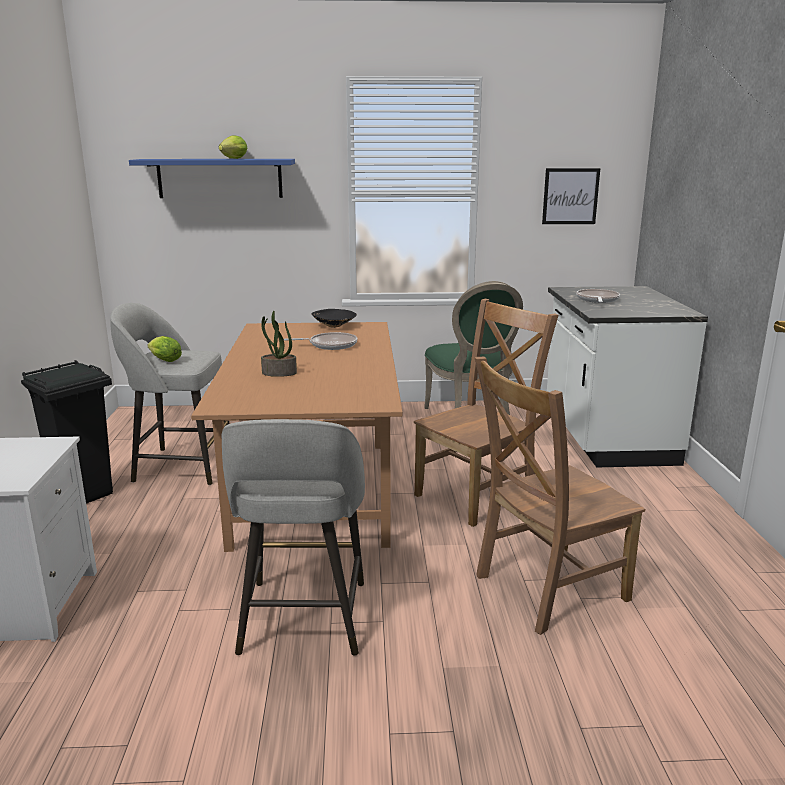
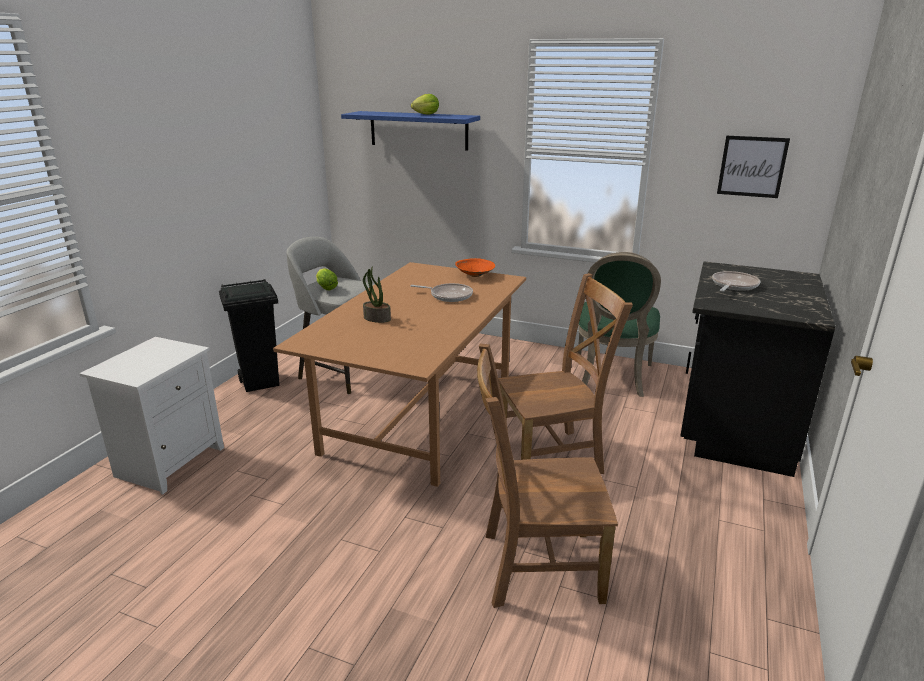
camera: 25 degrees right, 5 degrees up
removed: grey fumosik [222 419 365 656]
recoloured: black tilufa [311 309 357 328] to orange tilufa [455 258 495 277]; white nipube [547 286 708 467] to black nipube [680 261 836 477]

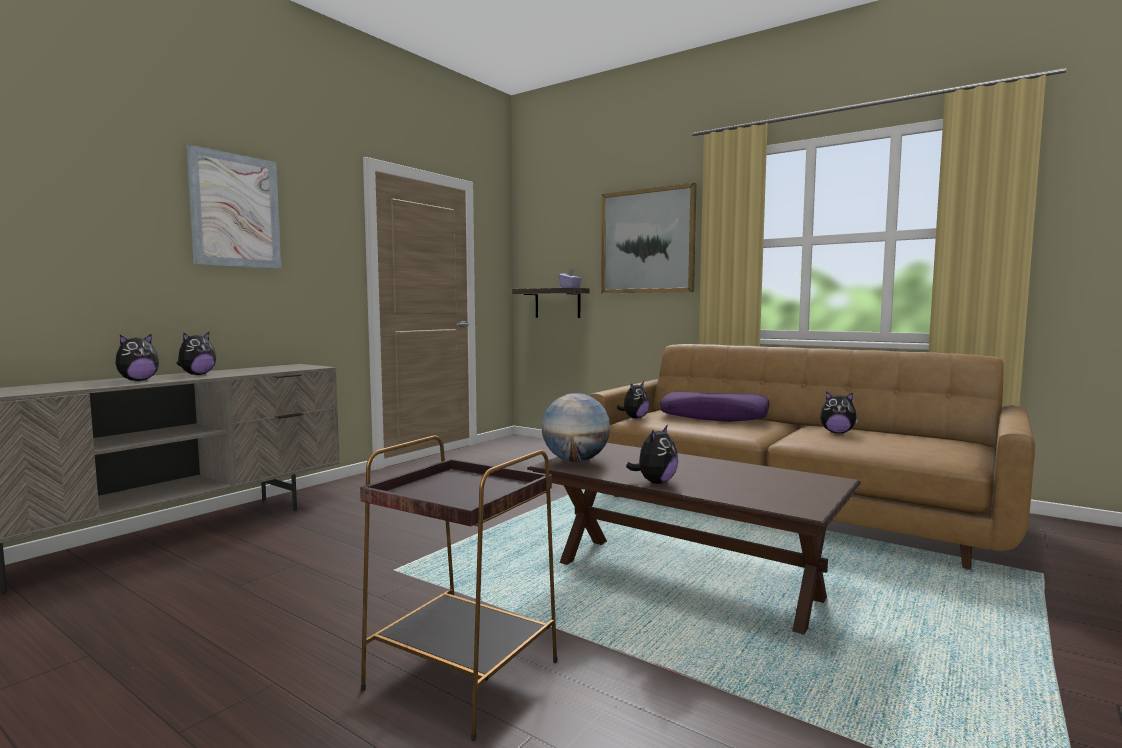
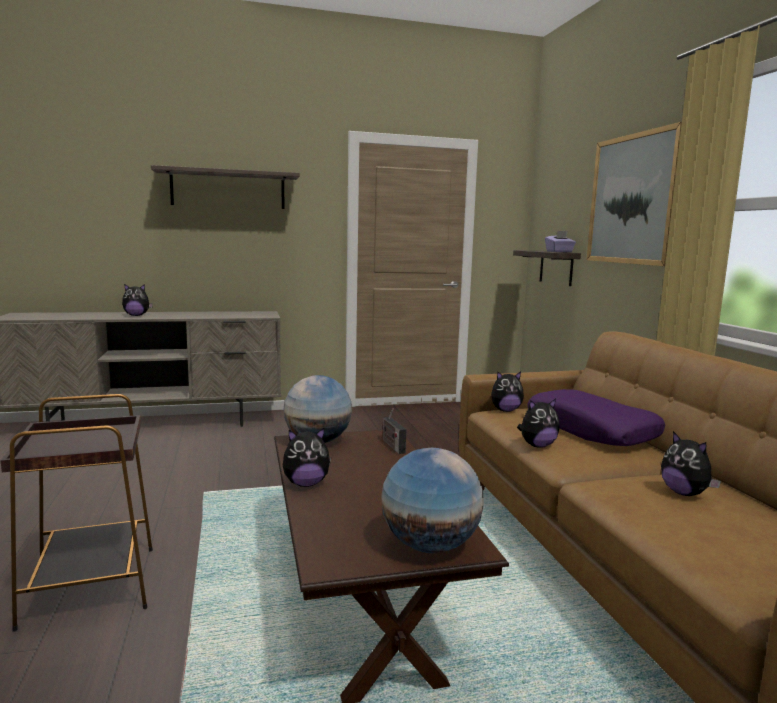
camera: 40 degrees right, 5 degrees up
added: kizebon [381 448 484 553]; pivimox [383 409 406 454]
moved: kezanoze [177 332 216 375] to [517 399 560 448]
replaced: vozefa [186 145 281 269] to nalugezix [151 165 300 209]

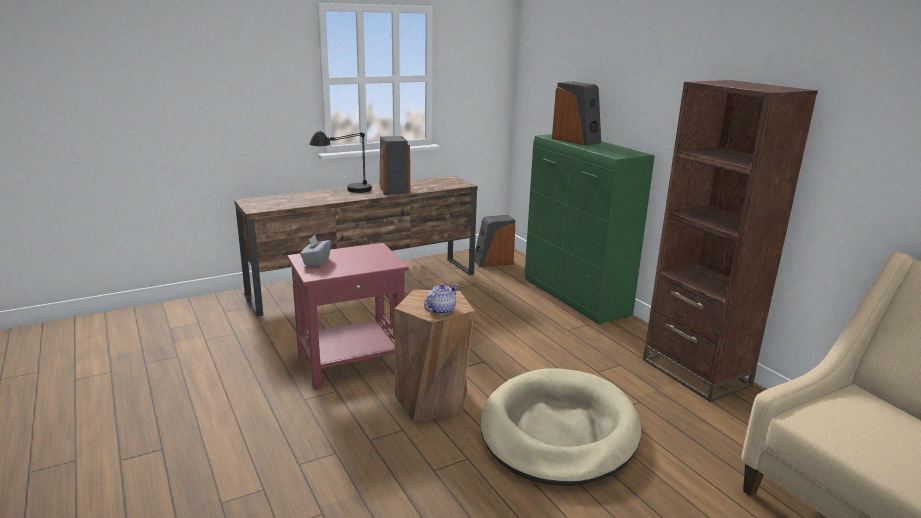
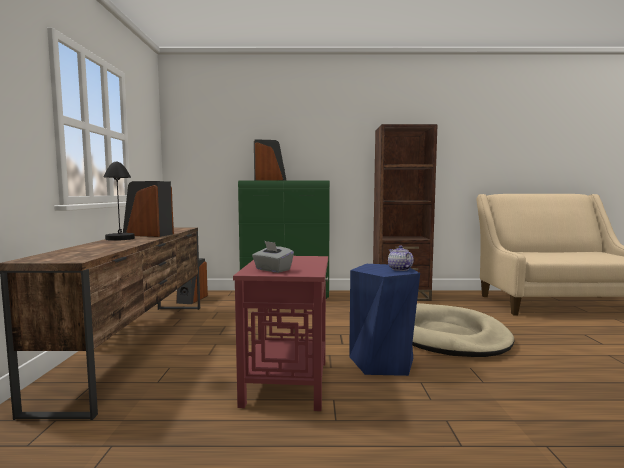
camera: 60 degrees left, 15 degrees down
recoloured: brown fumosik [394 290 475 421] to blue fumosik [349 264 420 376]

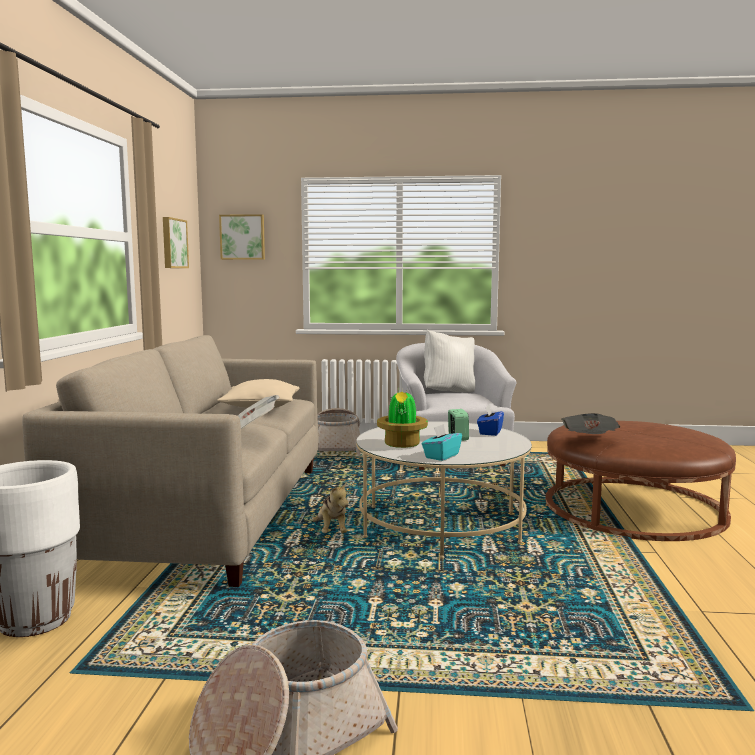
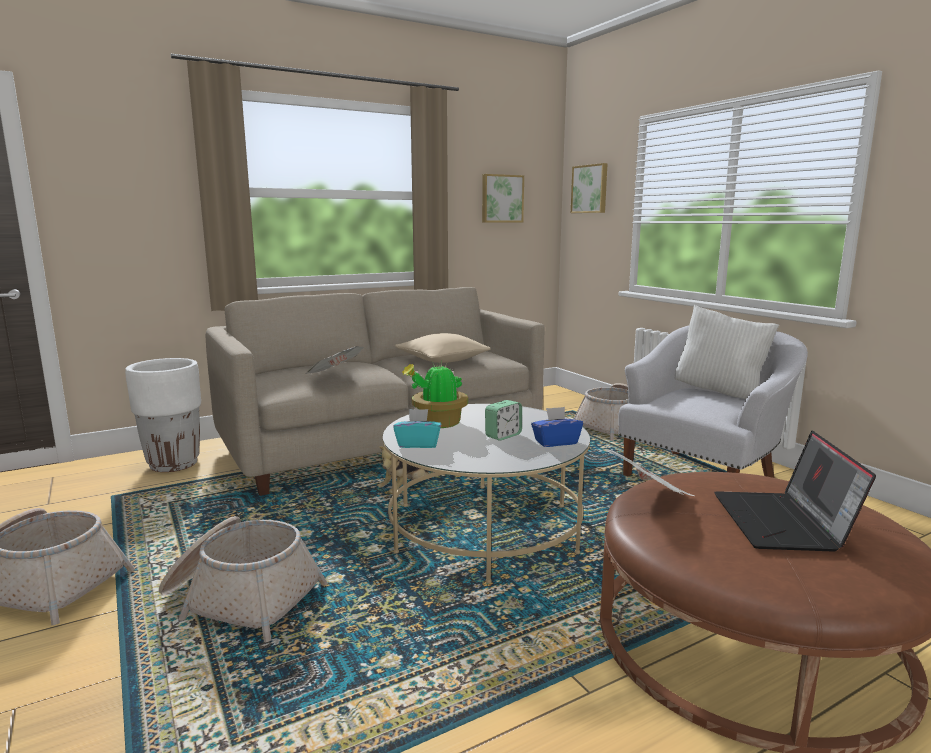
camera: 55 degrees right, 5 degrees up
added: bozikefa [159 516 328 642]; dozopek [714 431 876 552]

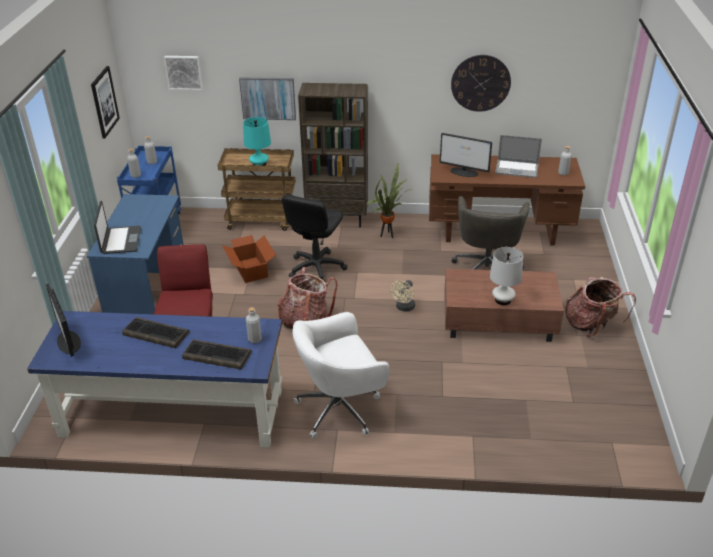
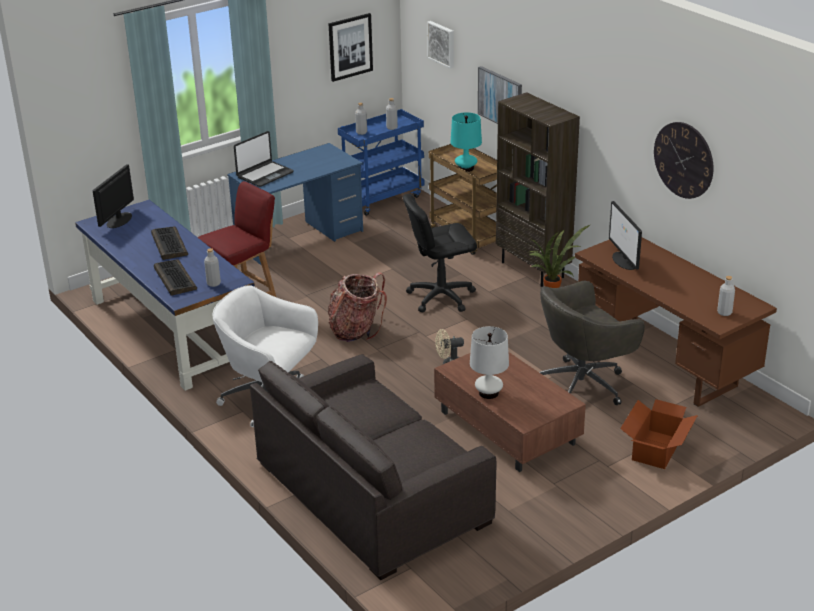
camera: 50 degrees right, 5 degrees down
removed: dozopek [495 135 542 178]; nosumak [565 277 636 337]
added: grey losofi [250 354 497 580]
moved: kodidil [222 235 276 283] to [620 399 698 469]

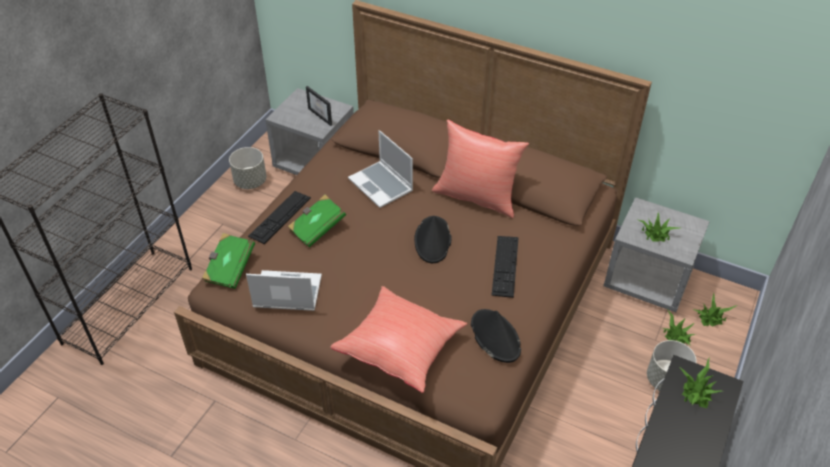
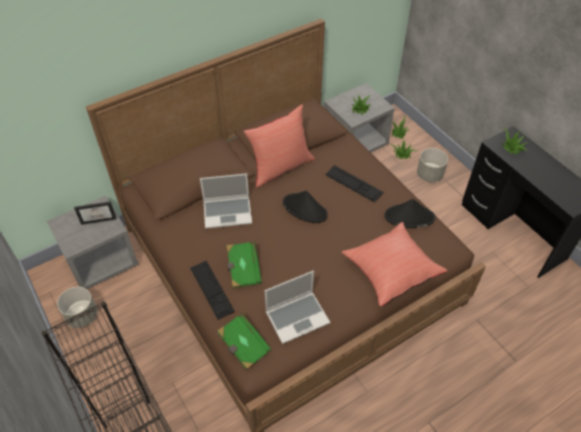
camera: 60 degrees left, 5 degrees up
turned: dozopek [246 270 322 311] = [265 271 330 344] 150 degrees counterclockwise

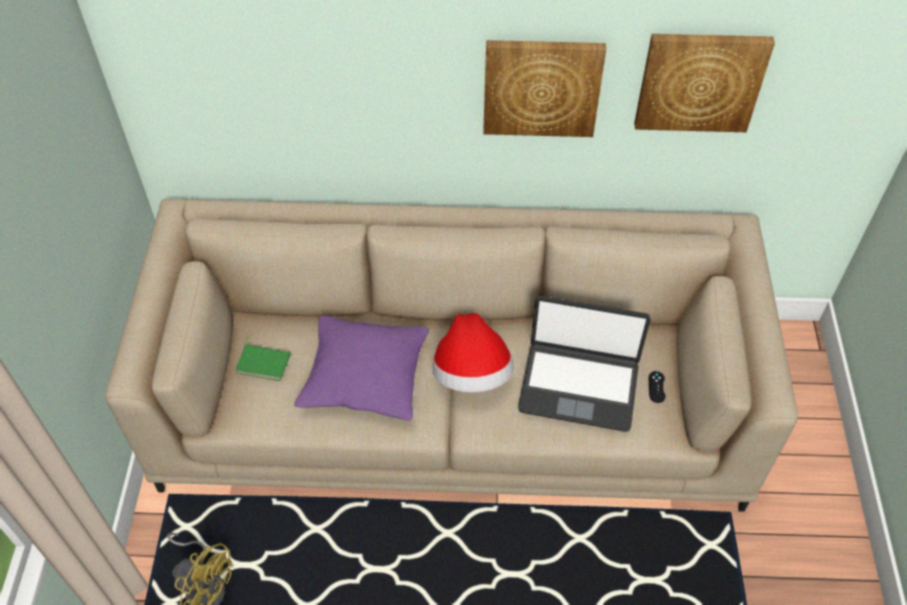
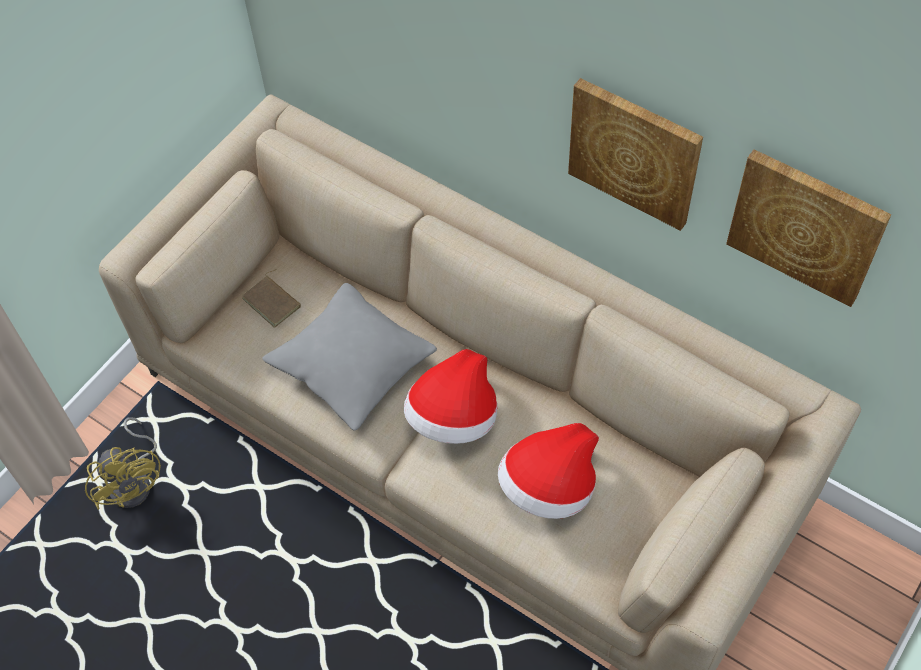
camera: 35 degrees right, 5 degrees up
removed: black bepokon [648 371 666 403]
replaced: dozopek [518 296 651 432] to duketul [498 423 599 519]
recoloured: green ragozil [236 336 290 381] to brown ragozil [242 269 301 328]; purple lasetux [294 315 429 421] to grey lasetux [262 283 437 431]

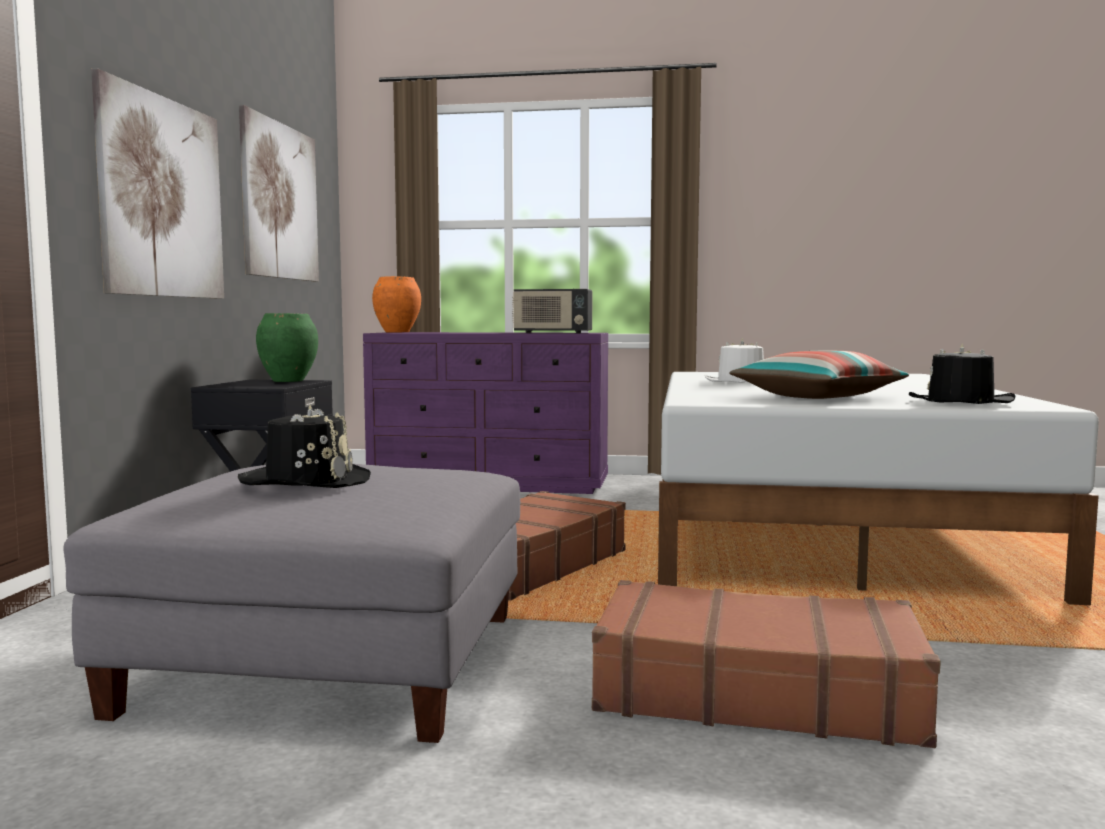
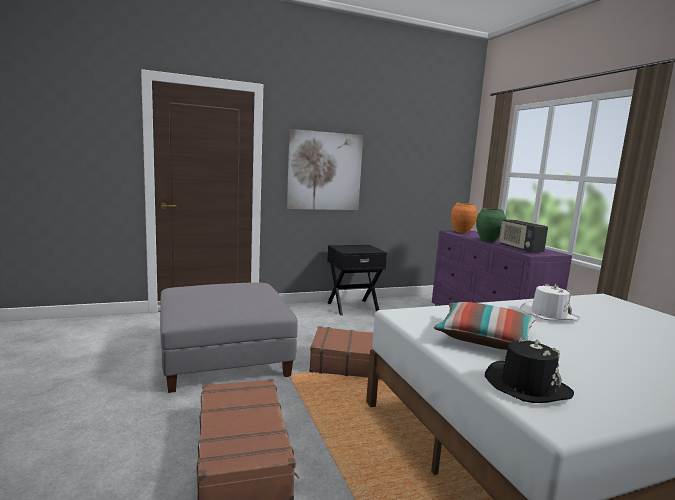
camera: 60 degrees right, 5 degrees up
removed: black duketul [238 405 371 488]; vozefa [239 105 319 282]
moved: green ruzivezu [256 313 318 382] to [476 208 506 242]

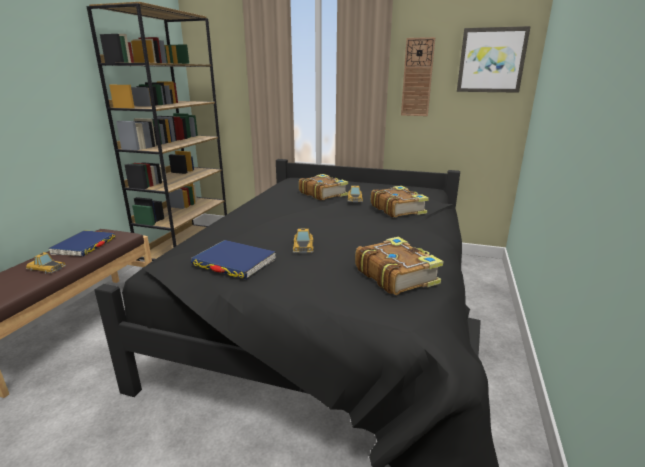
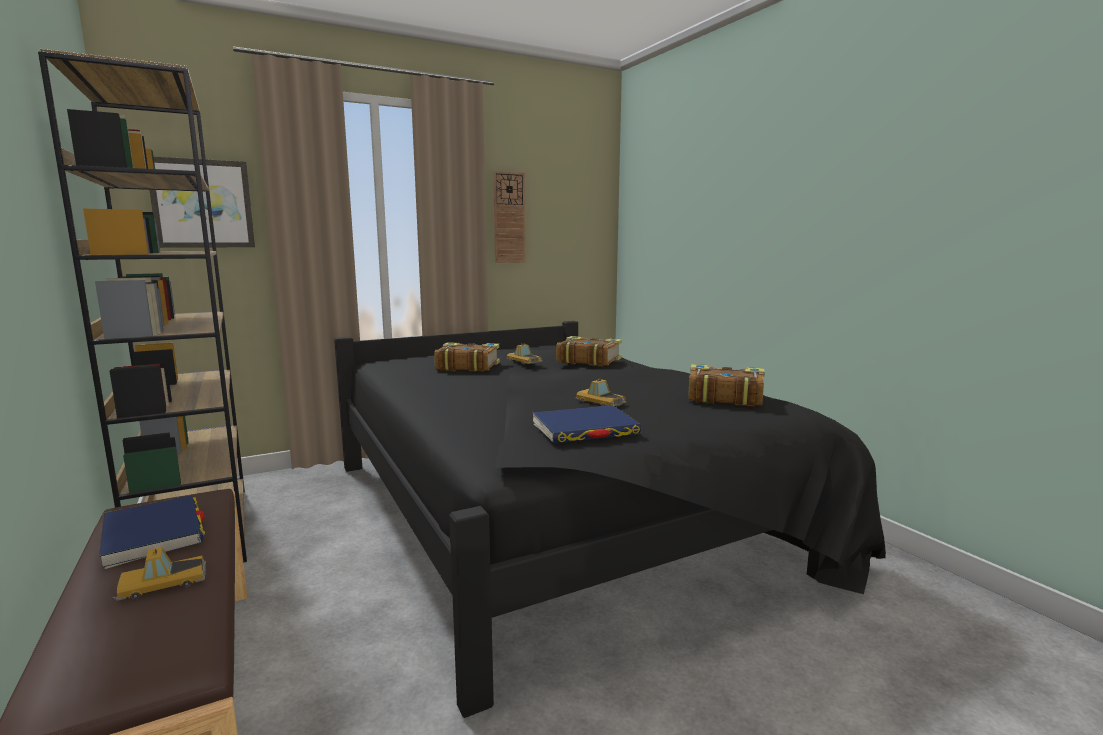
camera: 45 degrees left, 10 degrees down
moved: vozefa [457 26 531 93] to [150 157 255 248]

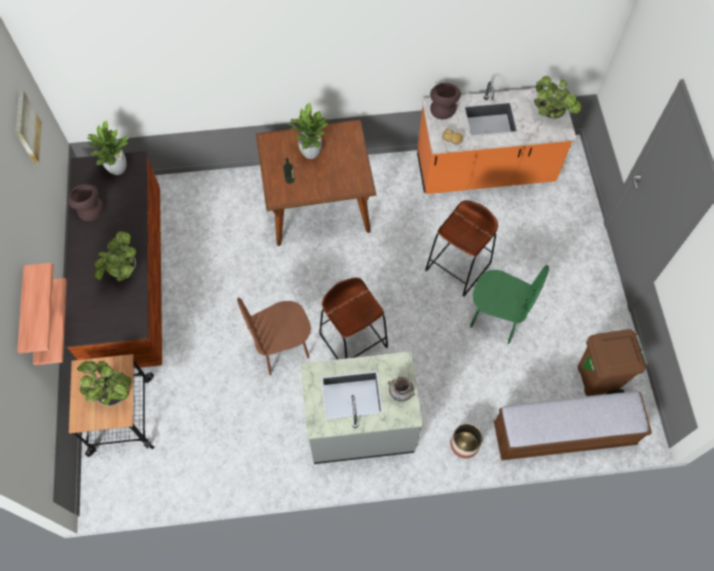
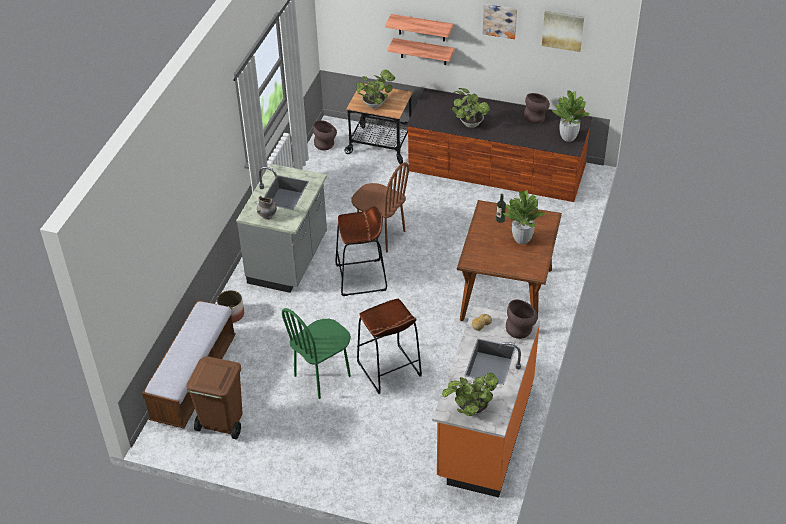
camera: 115 degrees right, 20 degrees down
added: brown ruzivezu [313 120 337 150]; vozefa [482 4 517 39]
turned: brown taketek [237 298 311 375] = [351 162 409 252] 120 degrees clockwise

